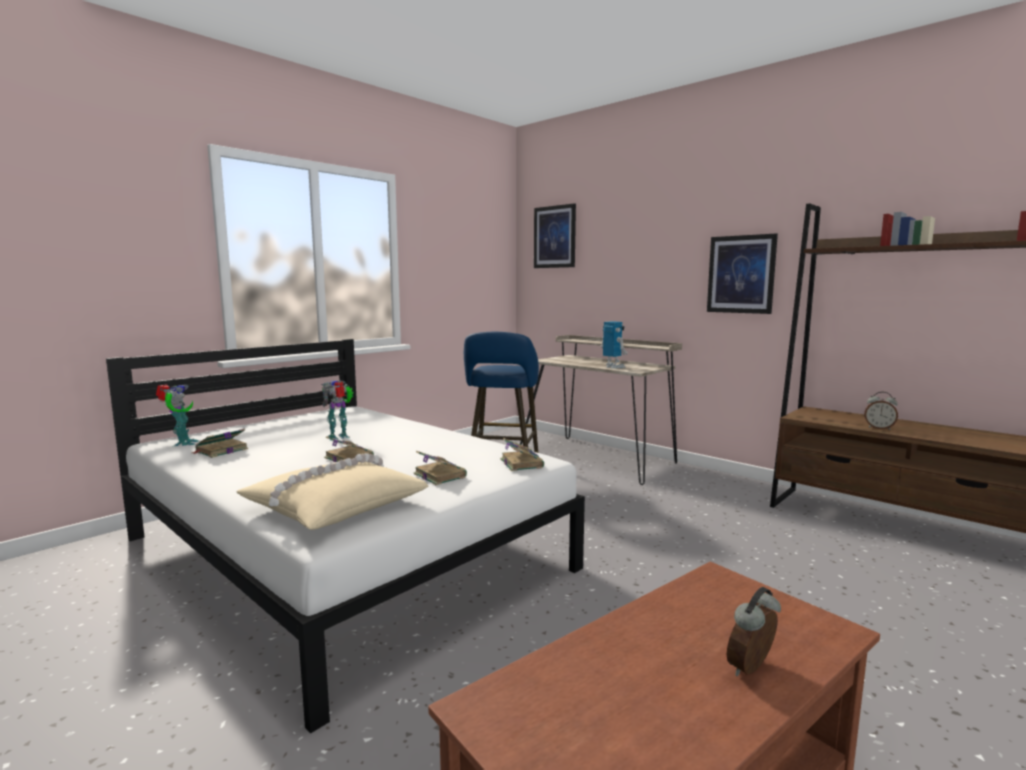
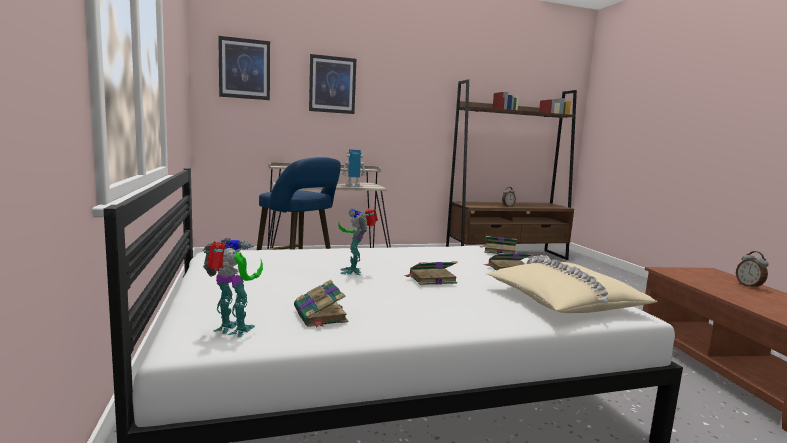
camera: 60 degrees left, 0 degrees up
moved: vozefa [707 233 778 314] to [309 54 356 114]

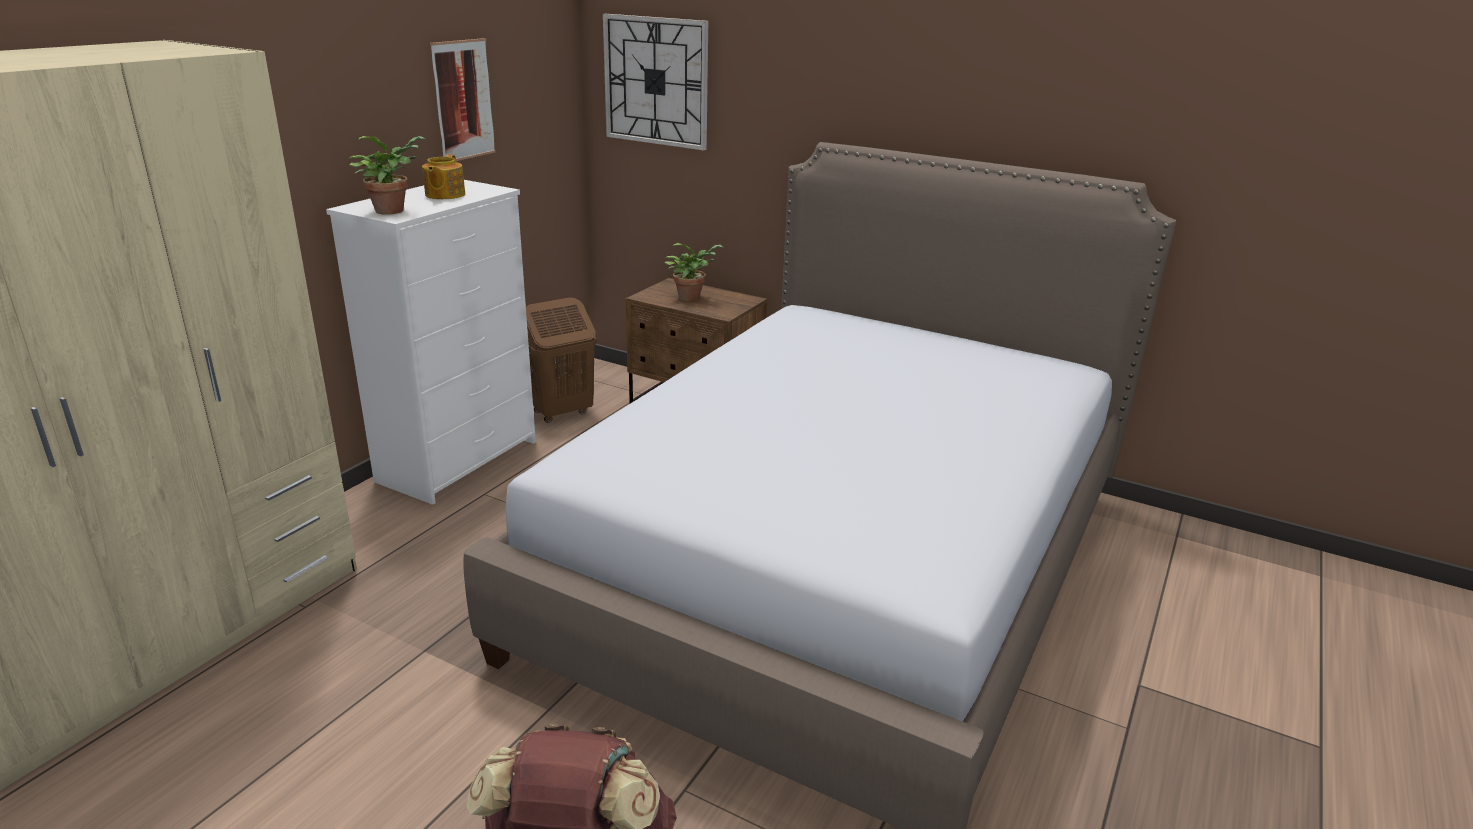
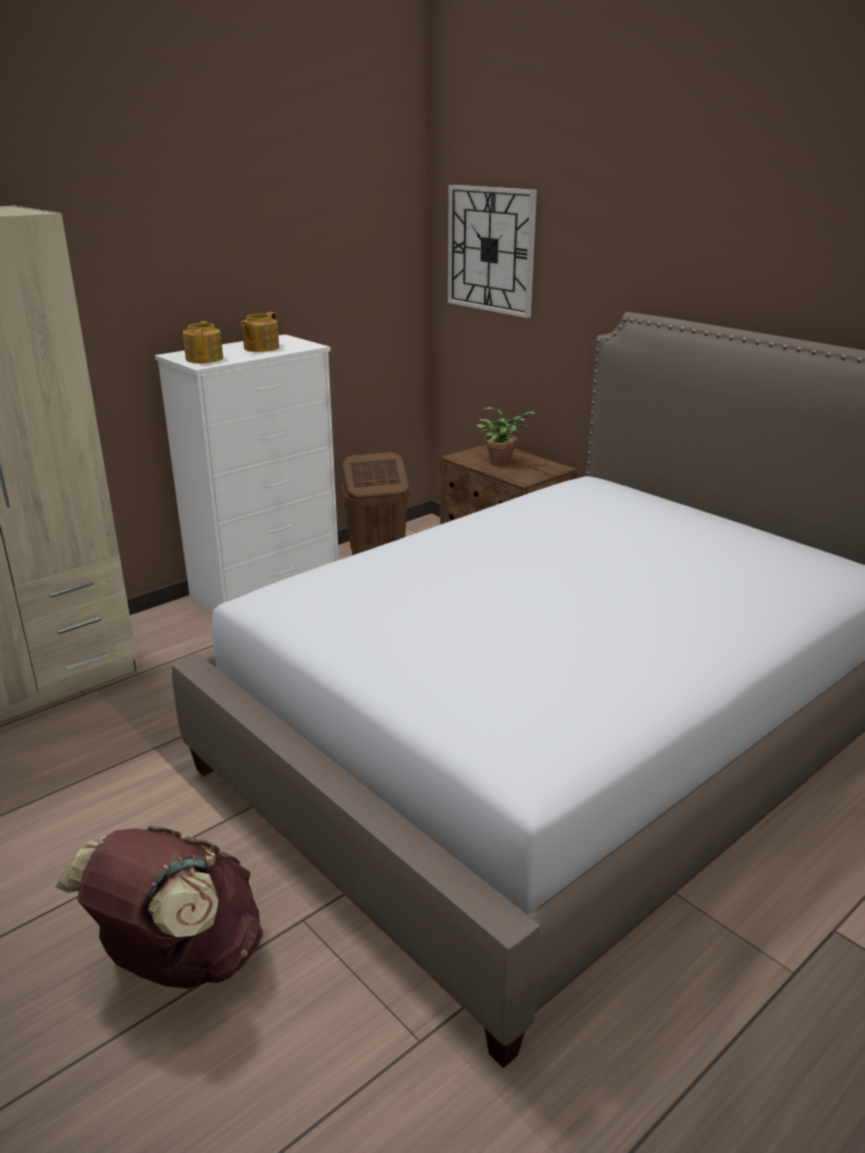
camera: 20 degrees right, 0 degrees up
removed: vozefa [430 38 495 161]
replaced: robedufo [349 136 425 215] to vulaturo [183 321 223 363]

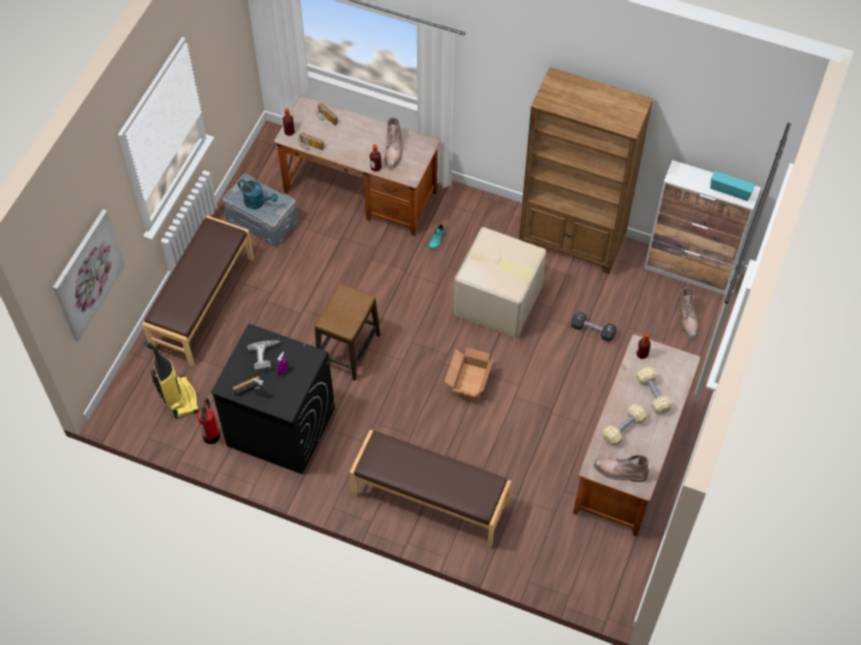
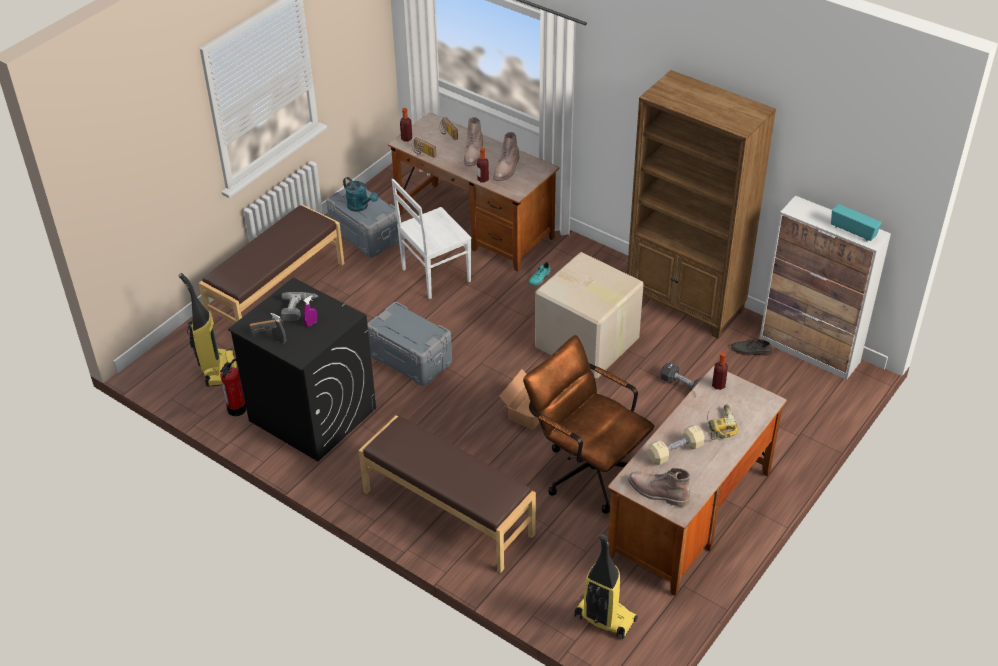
camera: 15 degrees right, 15 degrees down
removed: vozefa [53 209 125 341]
added: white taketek [392 179 472 299]; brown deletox [523 335 655 514]; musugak [575 534 638 639]; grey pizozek [731 338 772 356]
moved: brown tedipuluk [678 287 698 339] to [464 117 483 166]
replaced: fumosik [315 283 380 381] to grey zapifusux [367 302 452 386]; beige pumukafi [637 367 673 414] to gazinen [707 404 738 440]

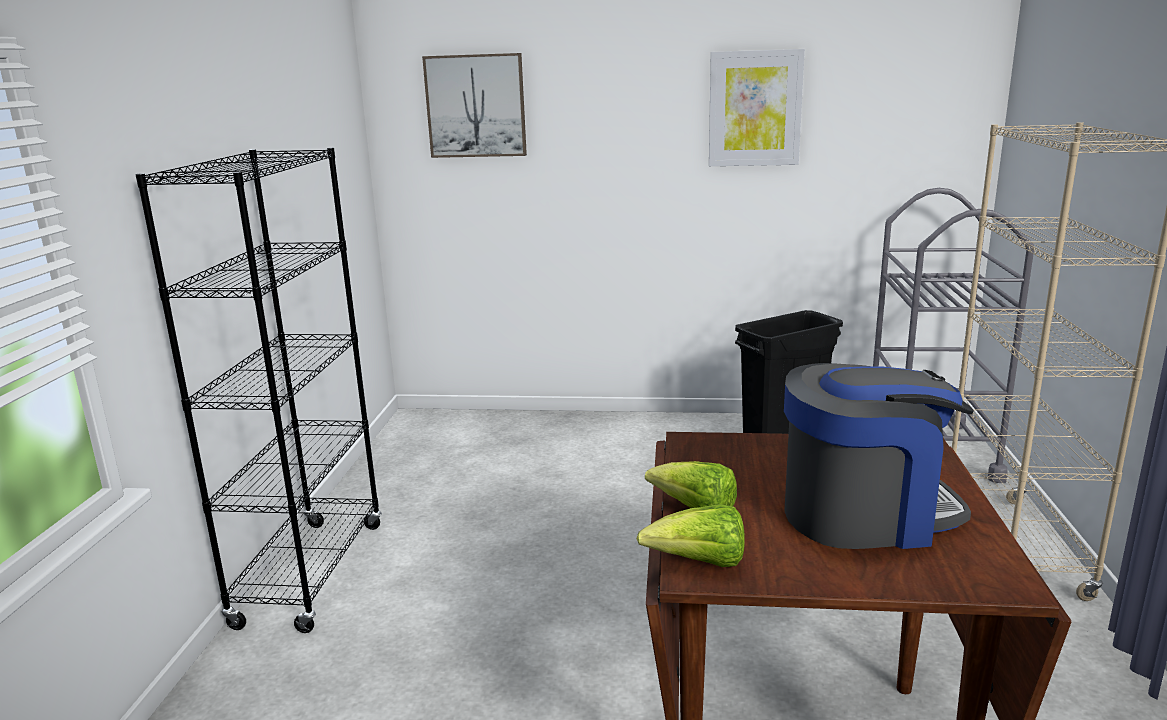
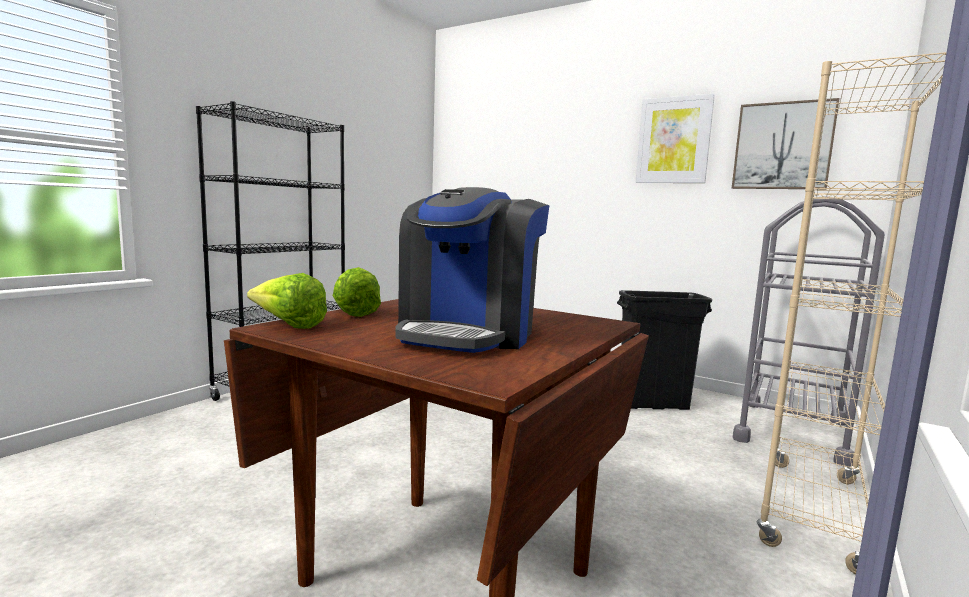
camera: 25 degrees right, 10 degrees down
moved: vozefa [422 53 527 158] to [732 98 840 189]
turned: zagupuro [784 363 974 549] = [395 187 550 353] 90 degrees clockwise

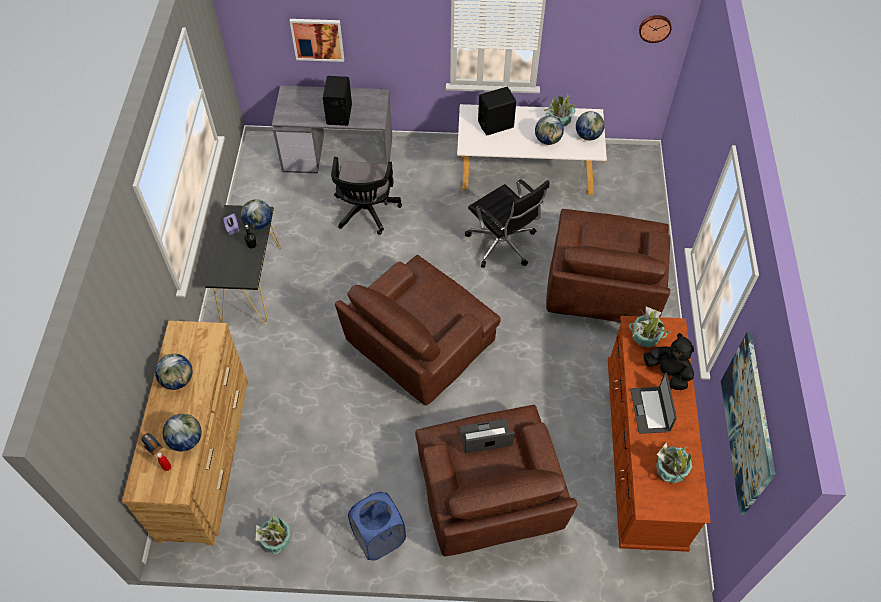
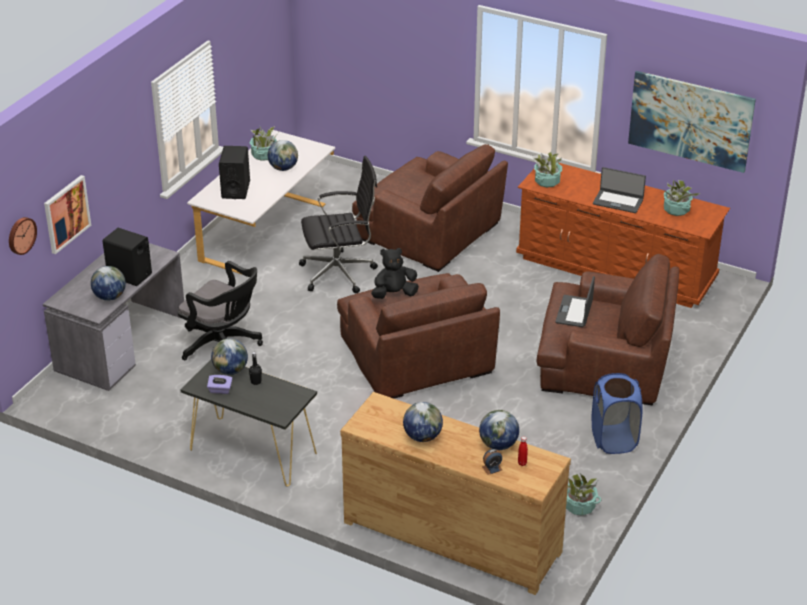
camera: 65 degrees left, 20 degrees down
moved: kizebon [576 111 605 141] to [91 266 126 301]; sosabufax [639 15 672 43] to [9 217 37 255]; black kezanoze [644 333 694 390] to [371 248 419 299]

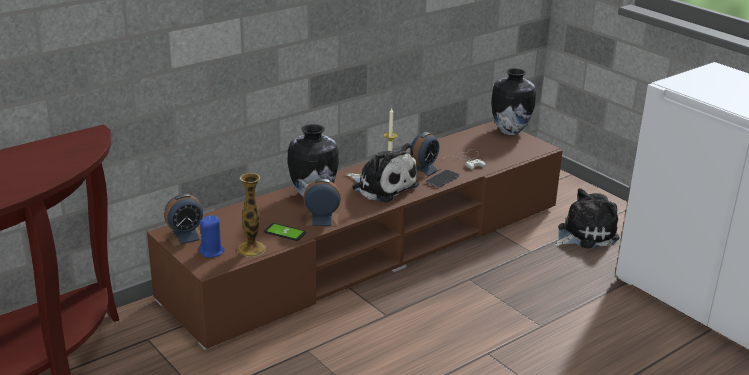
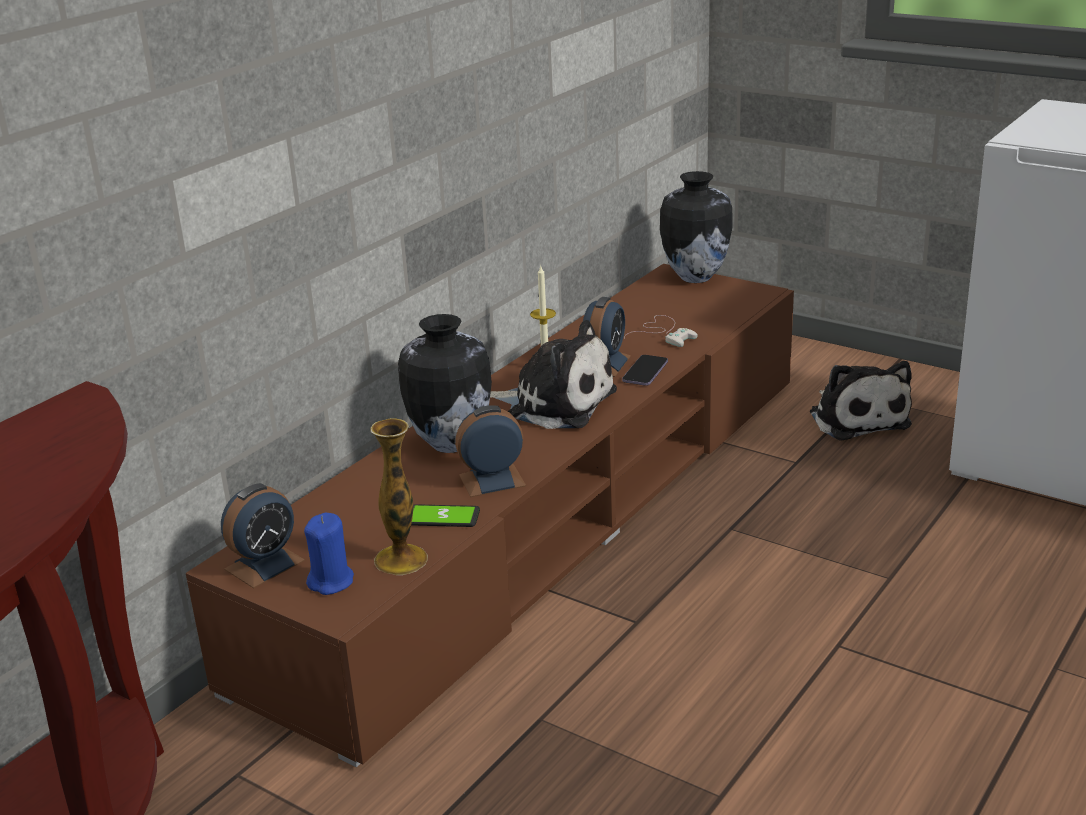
camera: 15 degrees left, 0 degrees up
turned: kezanoze [554 188 620 249] = [810 361 912 441] 120 degrees clockwise

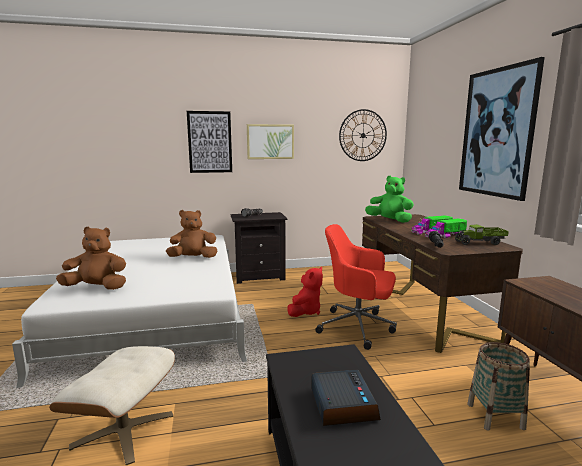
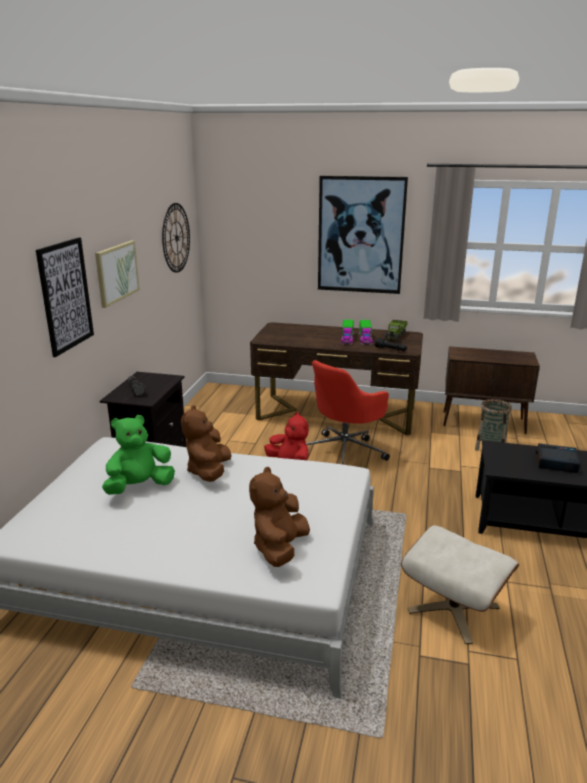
camera: 65 degrees left, 10 degrees up
moved: green kezanoze [365 176 414 223] to [102 415 175 495]

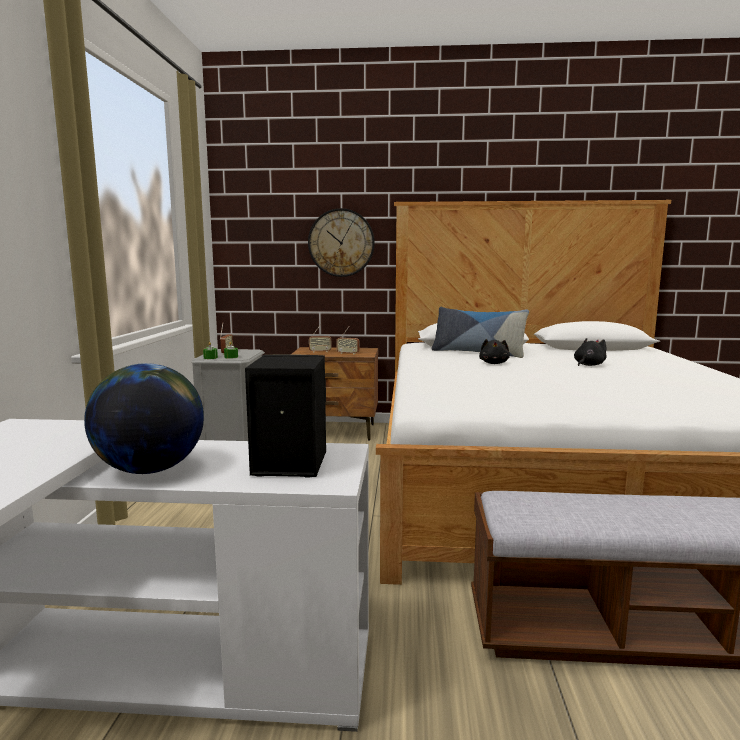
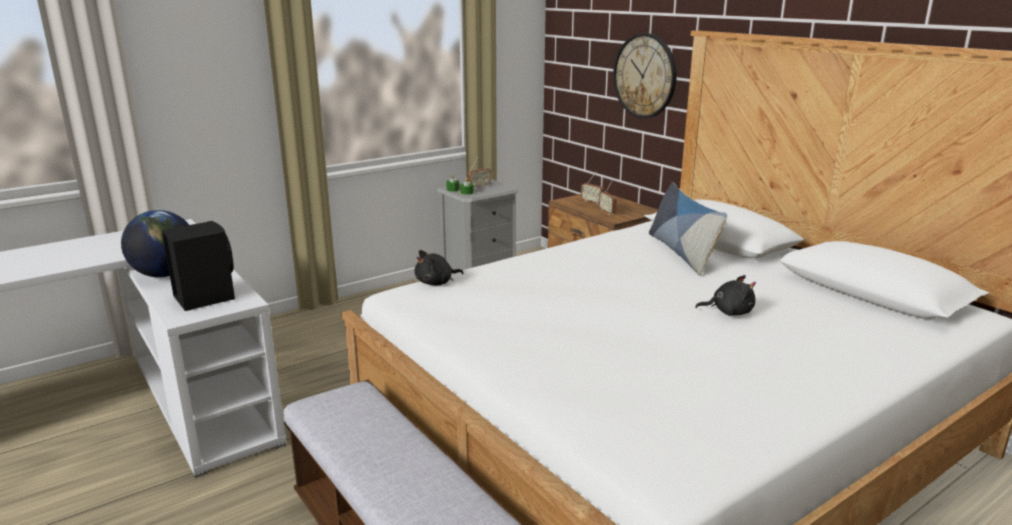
camera: 50 degrees right, 10 degrees up
moved: black kezanoze [479 339 510 364] to [415 250 464 285]

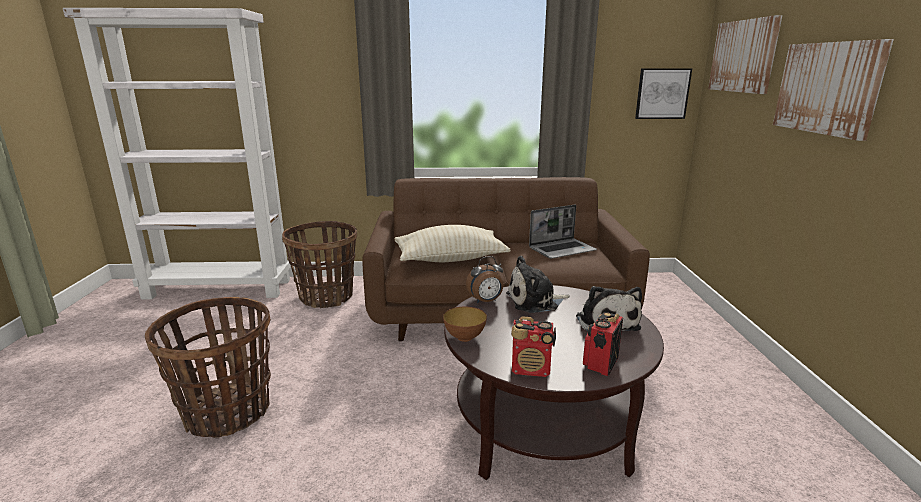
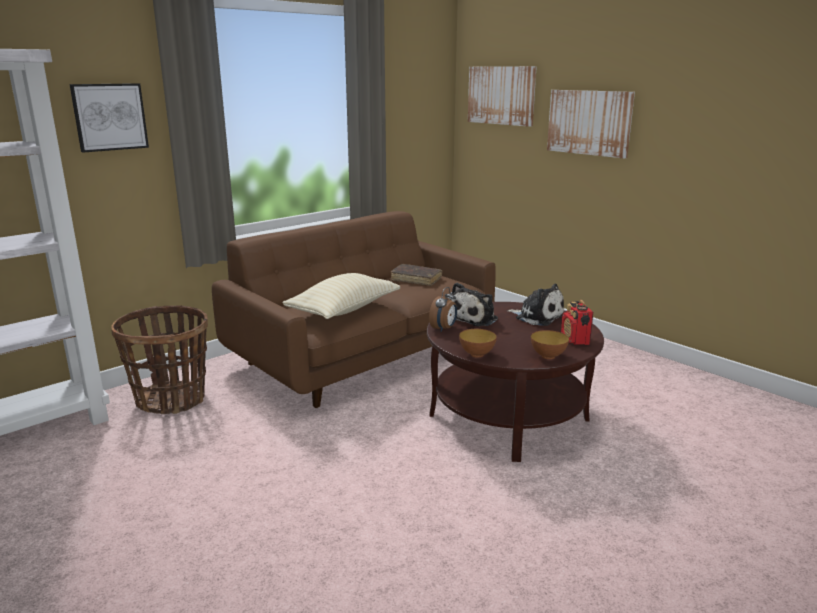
camera: 40 degrees left, 0 degrees up
removed: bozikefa [145 297 271 438]
moved: vozefa [635 68 692 119] to [69 83 149 152]
replaced: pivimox [512 316 556 377] to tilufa [531 330 569 359]; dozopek [529 205 597 259] to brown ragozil [390 264 442 286]

